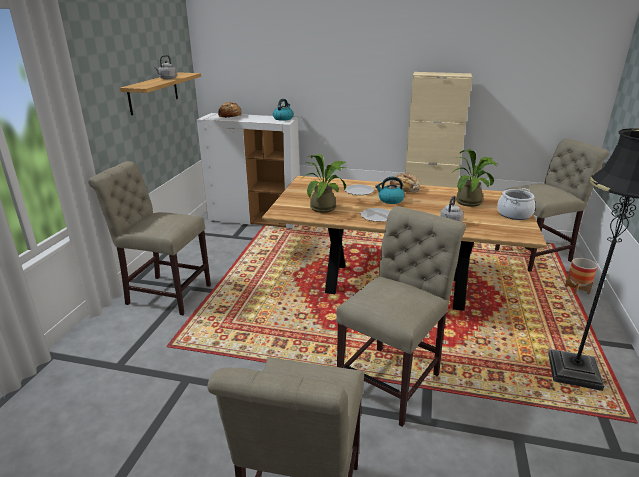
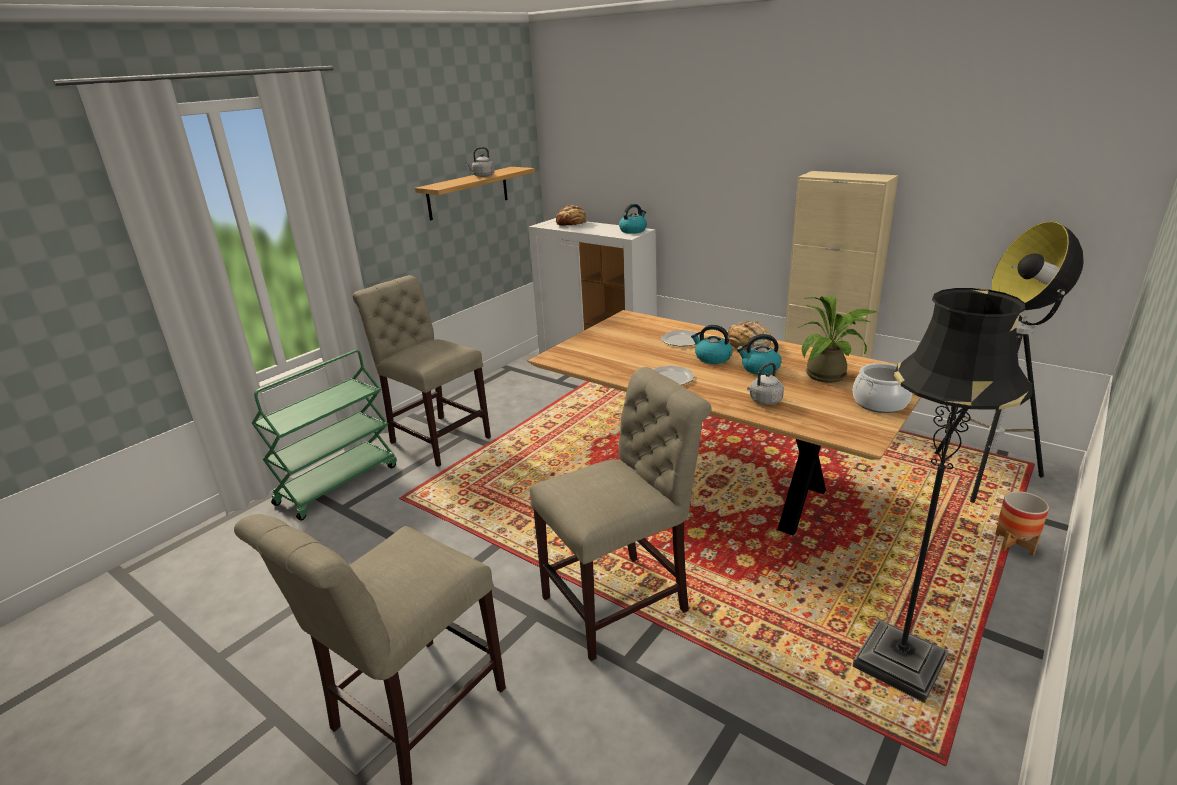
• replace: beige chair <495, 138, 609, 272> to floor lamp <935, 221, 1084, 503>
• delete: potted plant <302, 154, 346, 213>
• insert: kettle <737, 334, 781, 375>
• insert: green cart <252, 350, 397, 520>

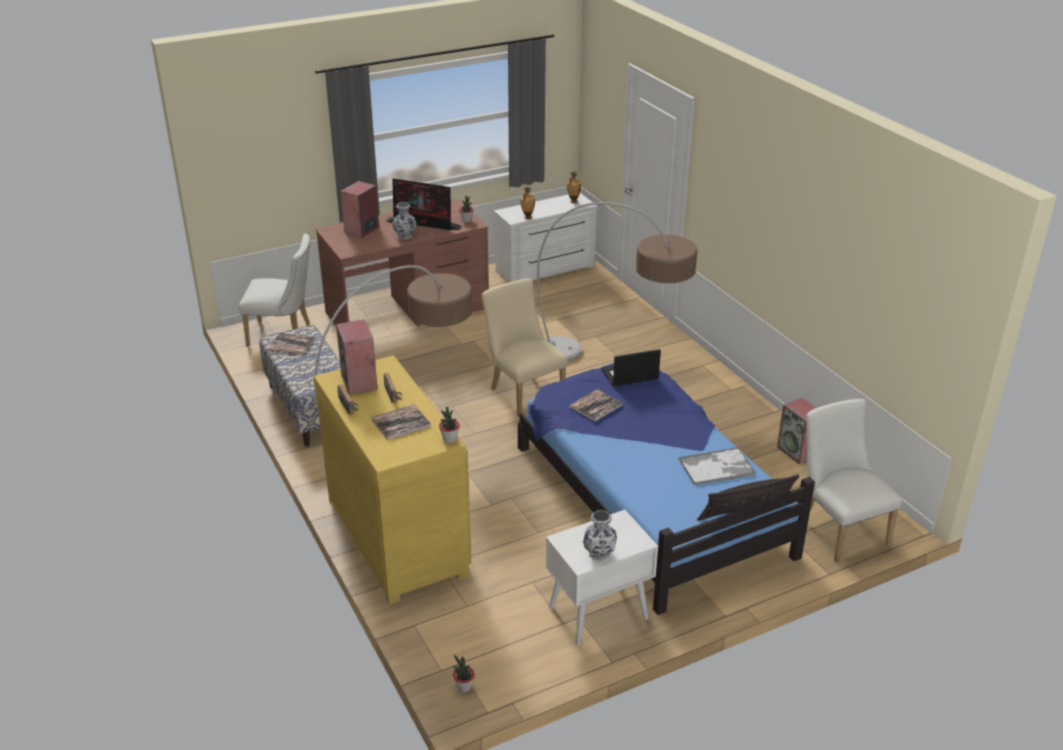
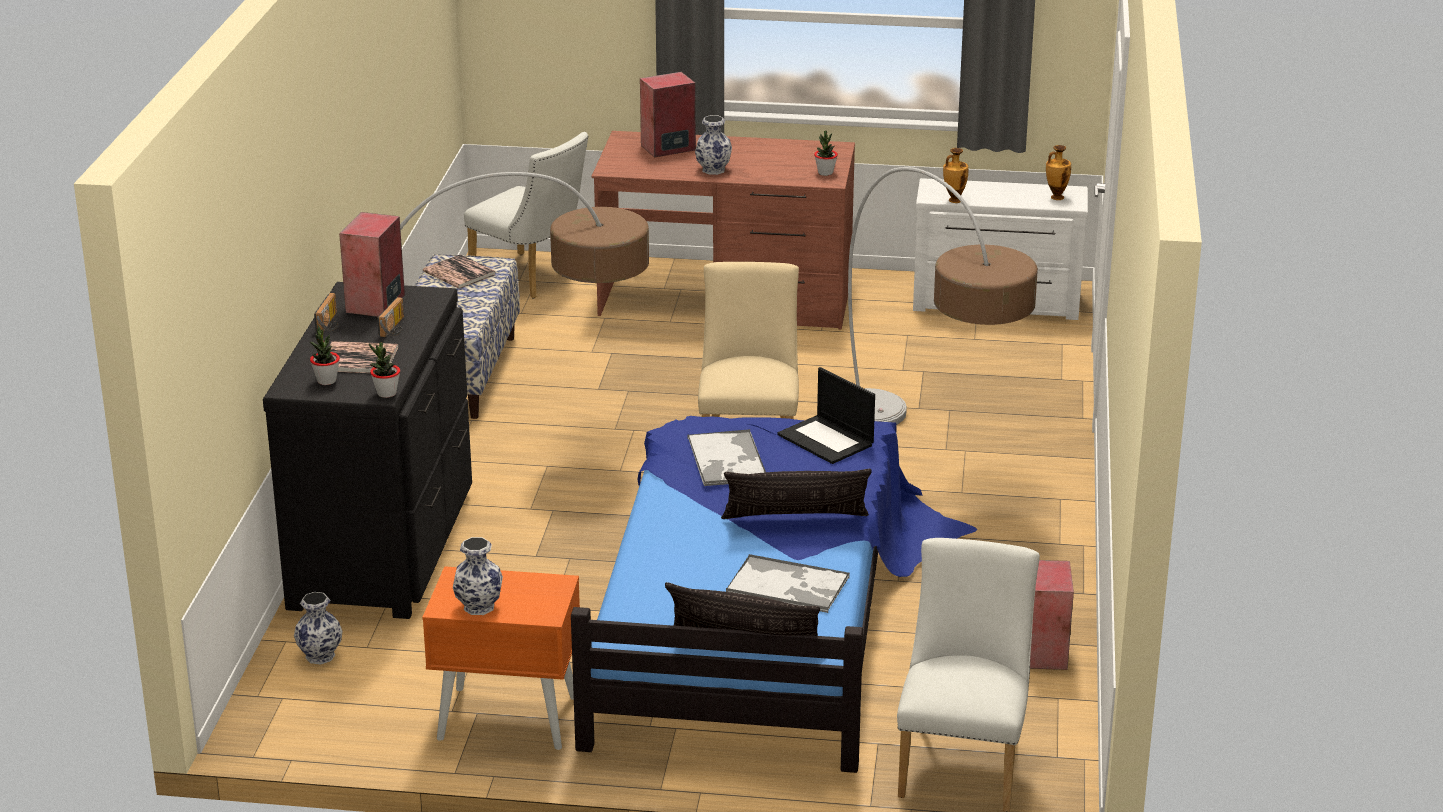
• delete: monitor <386, 178, 462, 230>
• rotate: laptop <601, 349, 661, 386> = <777, 367, 875, 464> 150 degrees counterclockwise
• recolor: yellow dresser <313, 355, 471, 604> to black dresser <263, 282, 472, 619>
• replace: book <569, 389, 622, 422> to tray <687, 429, 766, 486>
• recolor: white nightstand <546, 510, 658, 646> to orange nightstand <422, 566, 580, 750>
• move: potted plant <453, 654, 475, 692> to <310, 325, 340, 385>
• insert: pillow <721, 469, 872, 519>
• insert: vase <294, 592, 343, 665>

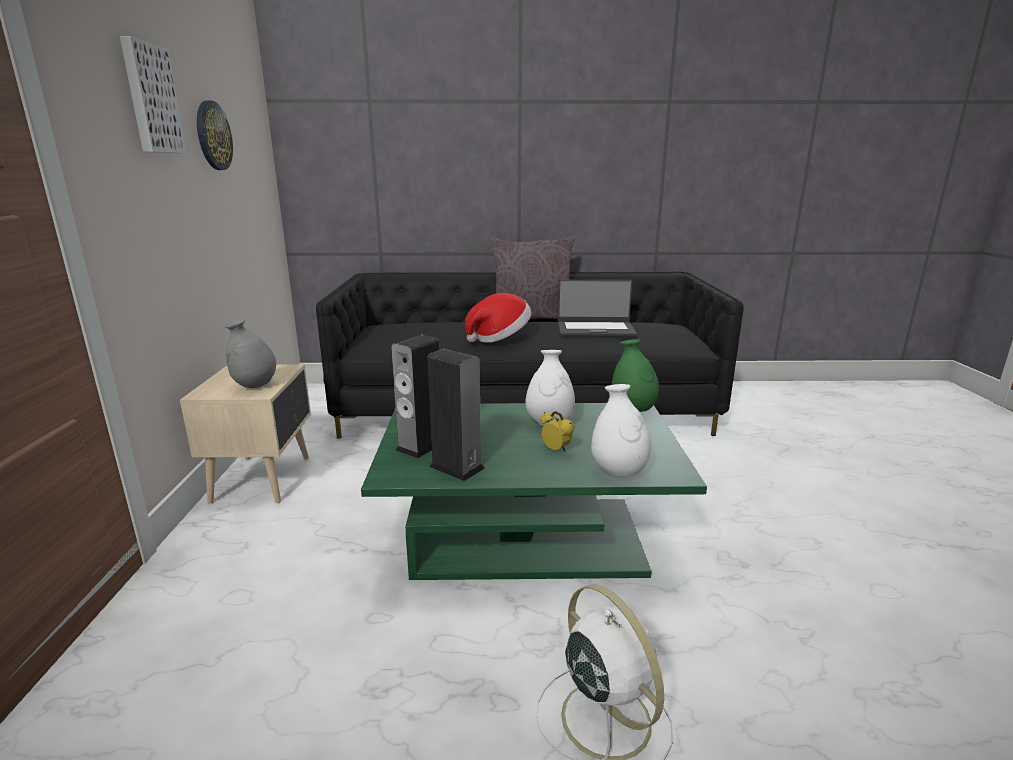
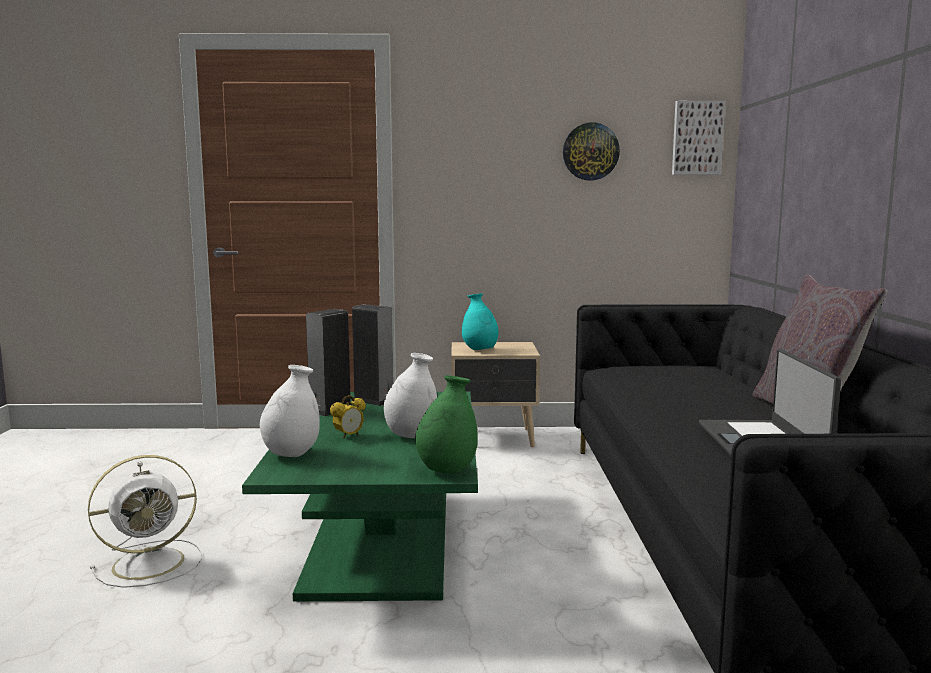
• move: picture <120, 36, 187, 153> to <672, 101, 725, 175>
• delete: hat <465, 293, 532, 343>
• recolor: grey vase <224, 319, 276, 388> to turquoise vase <462, 293, 498, 350>

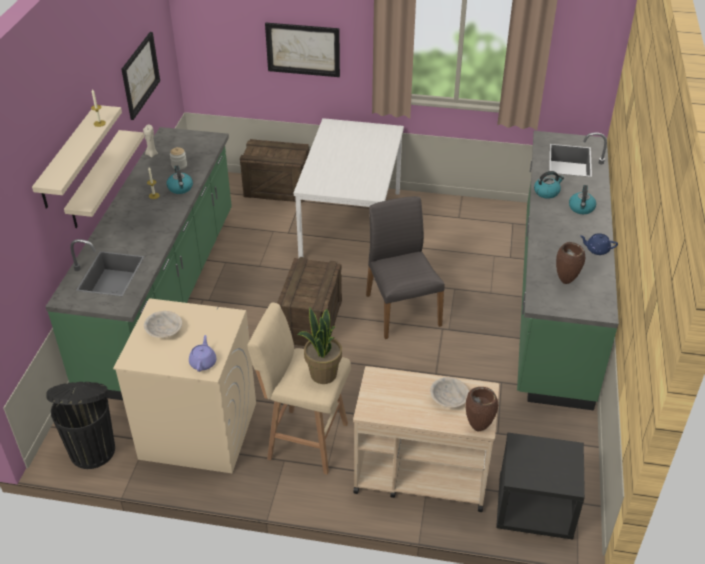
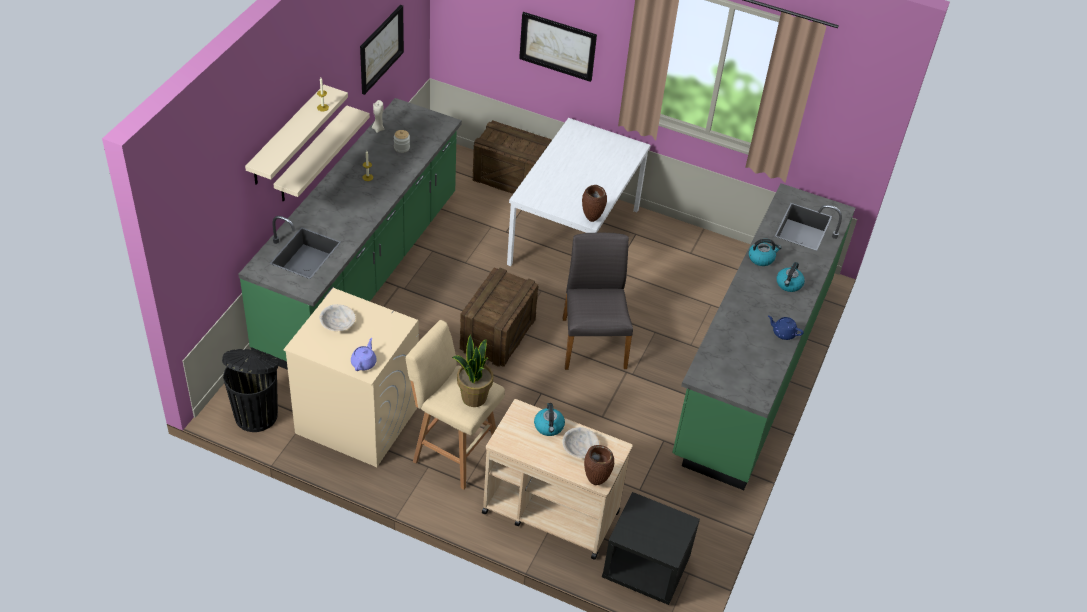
• move: kettle <167, 165, 193, 194> to <534, 403, 565, 436>
• move: brown vase <556, 242, 585, 284> to <582, 185, 607, 222>

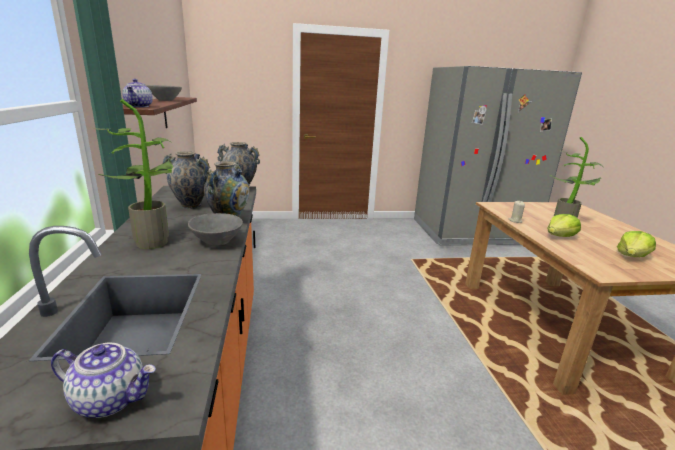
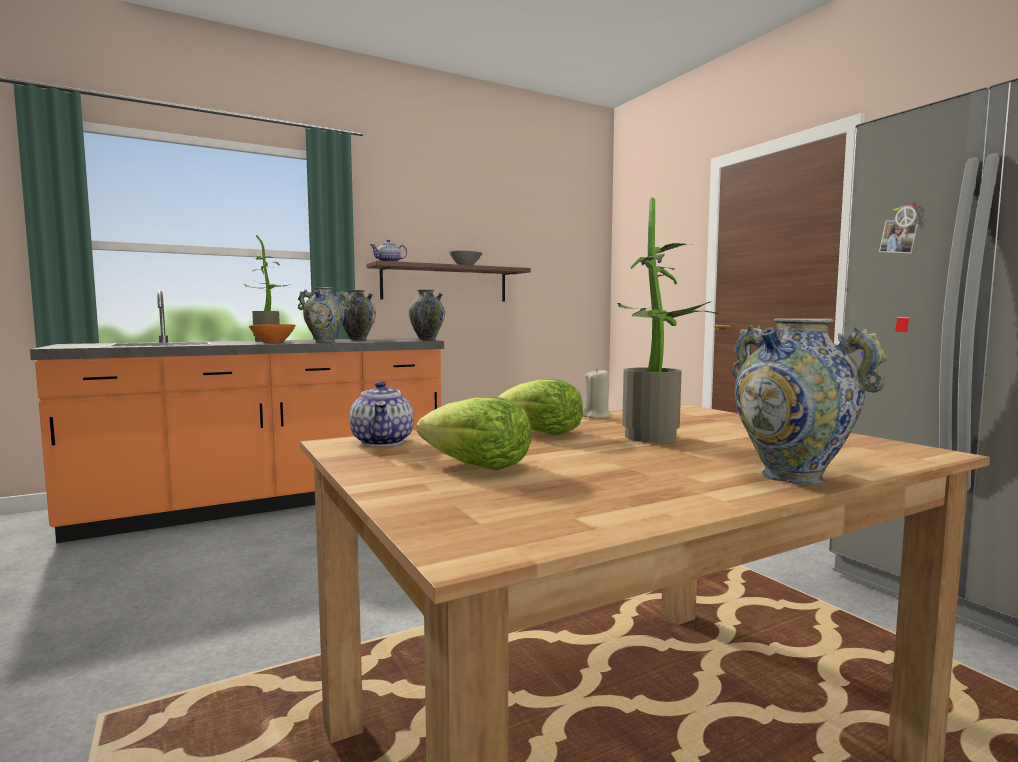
• recolor: grey bowl <188, 213, 243, 246> to orange bowl <249, 324, 295, 343>
• move: teapot <51, 343, 156, 418> to <350, 381, 414, 446>
• insert: vase <732, 318, 887, 485>

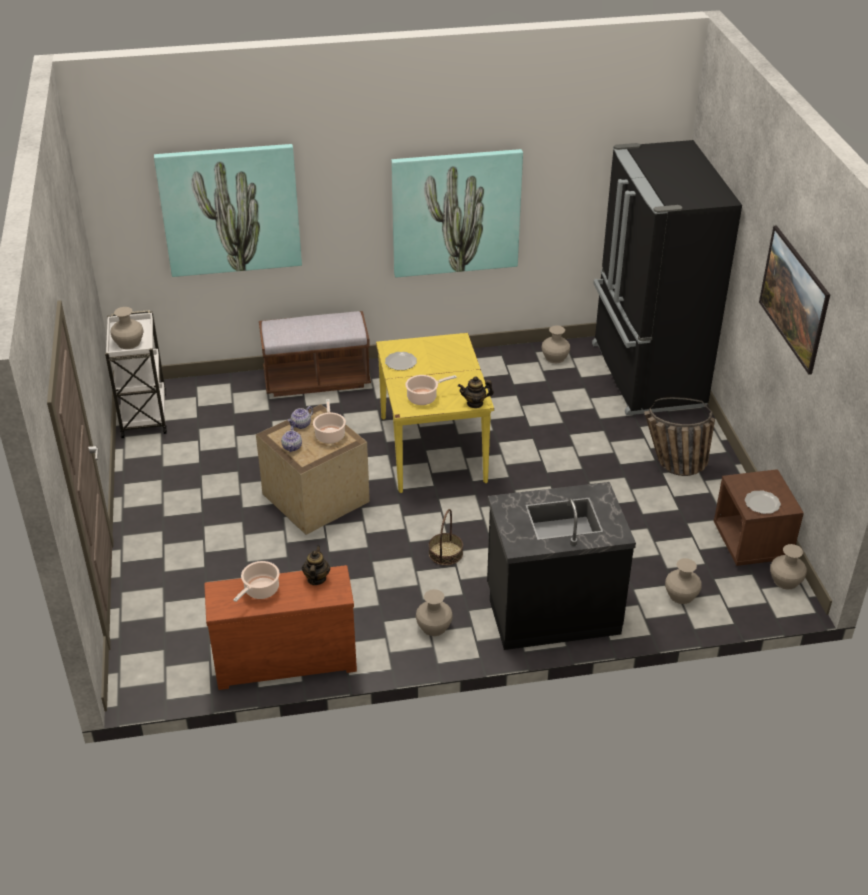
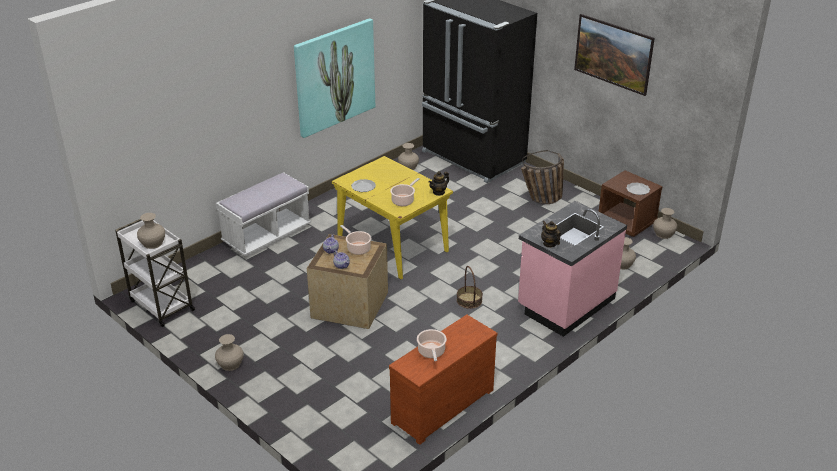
• delete: picture <154, 144, 302, 277>
• recolor: brown bench <259, 311, 371, 397> to white bench <216, 172, 311, 257>
• recolor: black counter <487, 482, 636, 650> to pink counter <518, 201, 627, 337>
• move: teapot <302, 546, 330, 585> to <541, 221, 561, 248>
• move: beige vase <416, 589, 453, 636> to <215, 334, 244, 371>

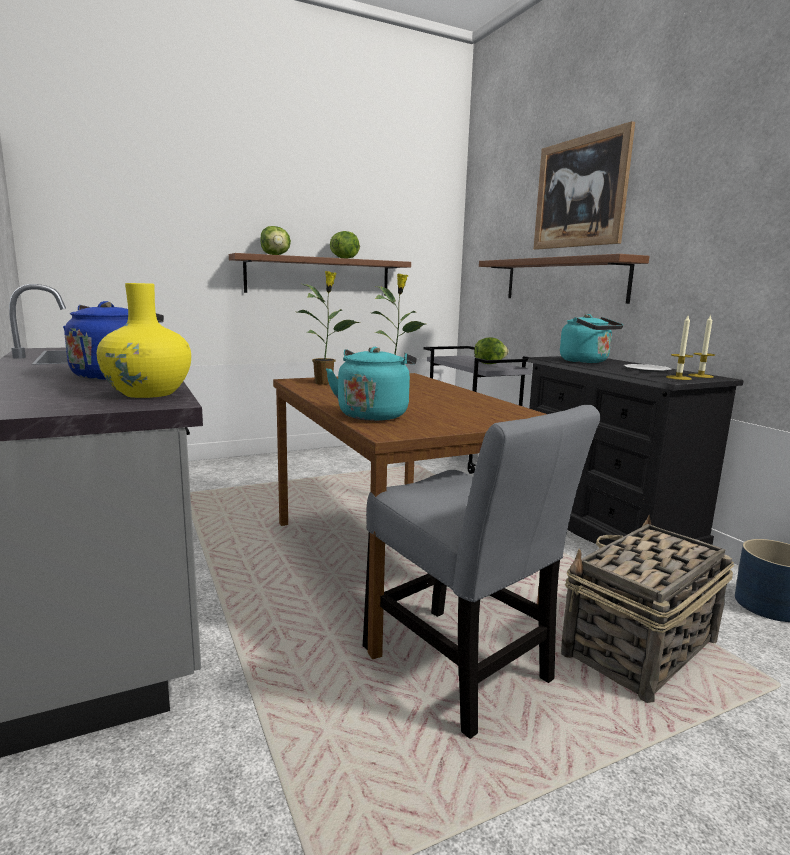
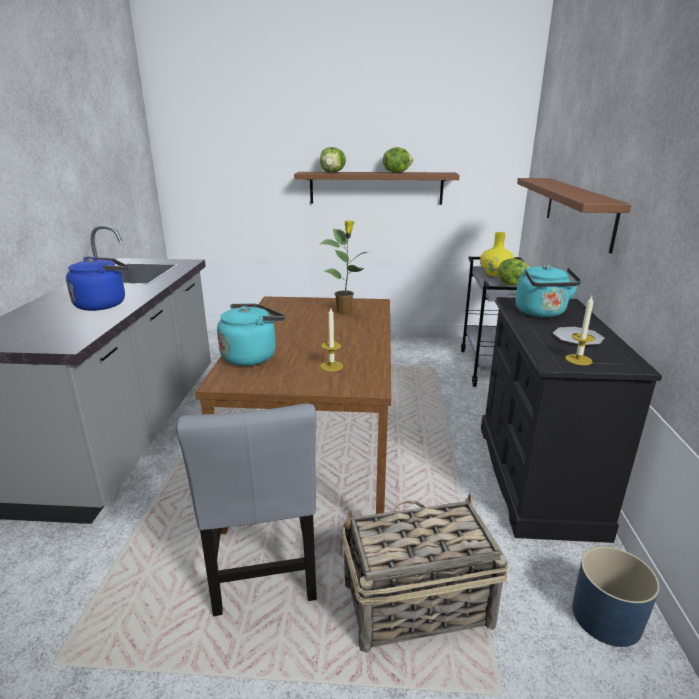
• delete: picture <534, 121, 635, 250>
• delete: potted plant <297, 271, 360, 385>
• move: yellow vase <97, 283, 191, 398> to <480, 232, 514, 277>
• move: candle <688, 314, 715, 378> to <320, 308, 343, 372>

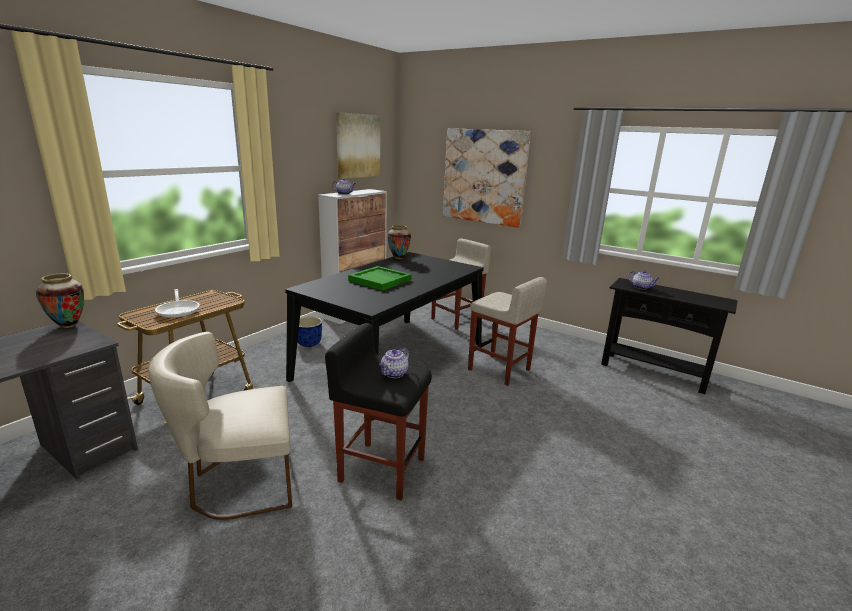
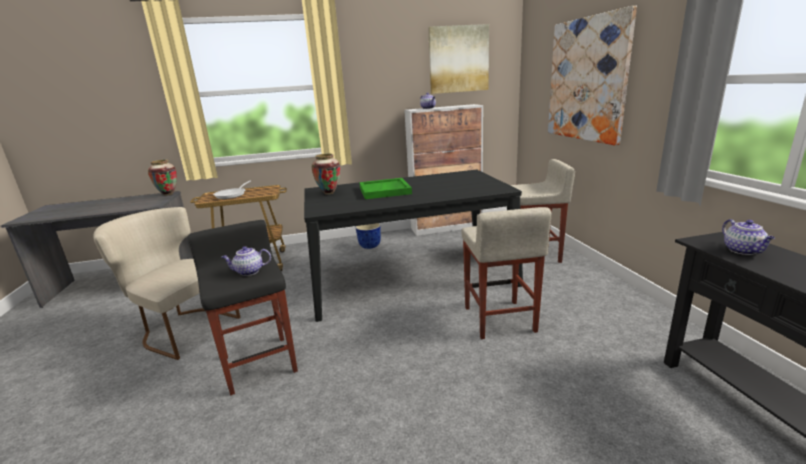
• move: vase <387, 225, 411, 259> to <312, 154, 340, 195>

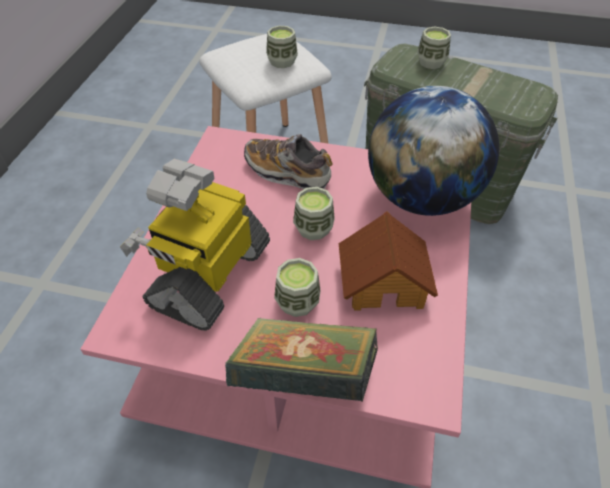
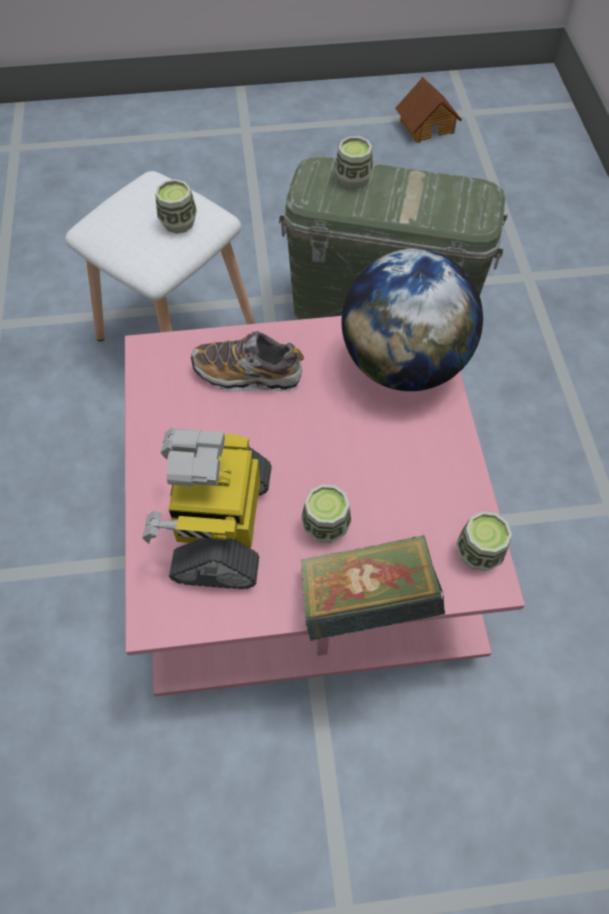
• move: cup <293, 187, 335, 240> to <456, 511, 512, 571>
• move: toy house <339, 211, 438, 311> to <395, 77, 462, 143>

